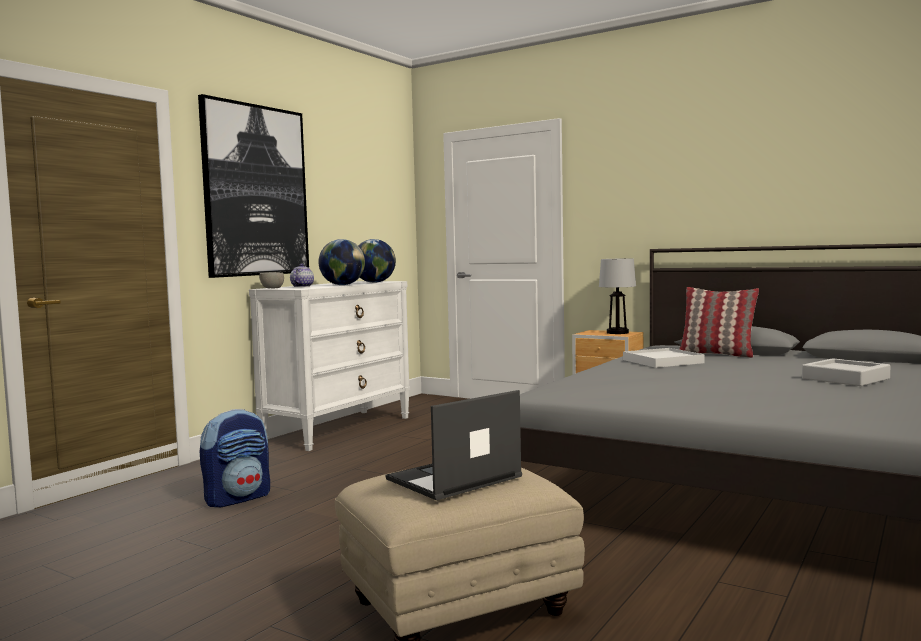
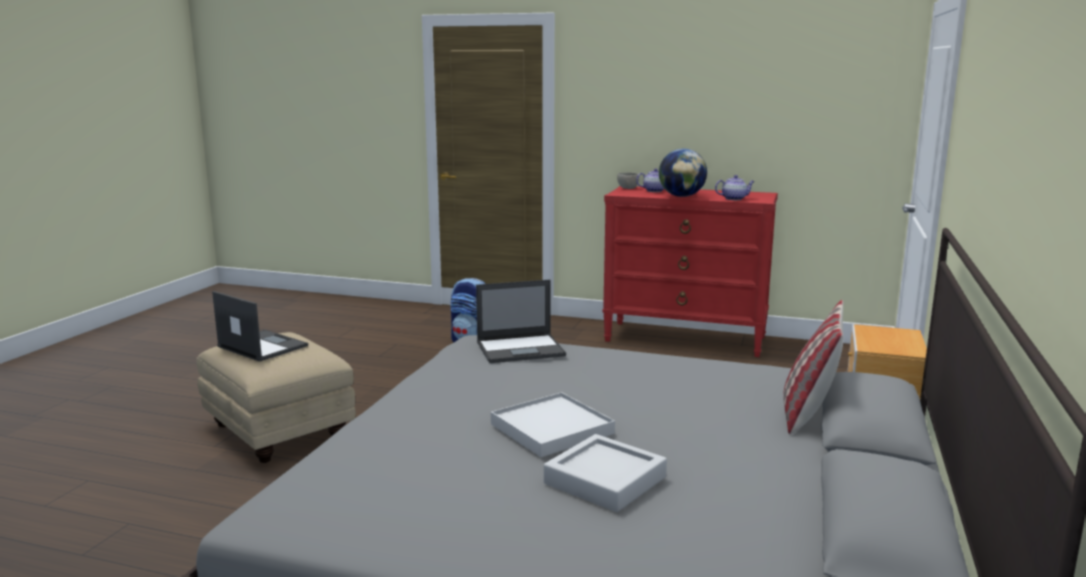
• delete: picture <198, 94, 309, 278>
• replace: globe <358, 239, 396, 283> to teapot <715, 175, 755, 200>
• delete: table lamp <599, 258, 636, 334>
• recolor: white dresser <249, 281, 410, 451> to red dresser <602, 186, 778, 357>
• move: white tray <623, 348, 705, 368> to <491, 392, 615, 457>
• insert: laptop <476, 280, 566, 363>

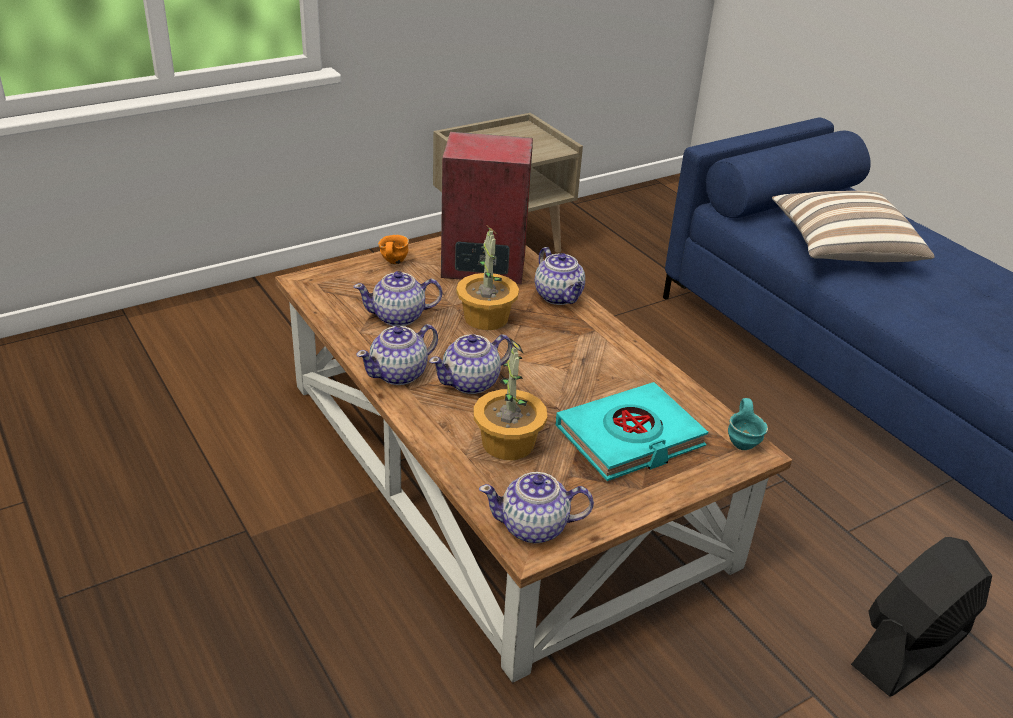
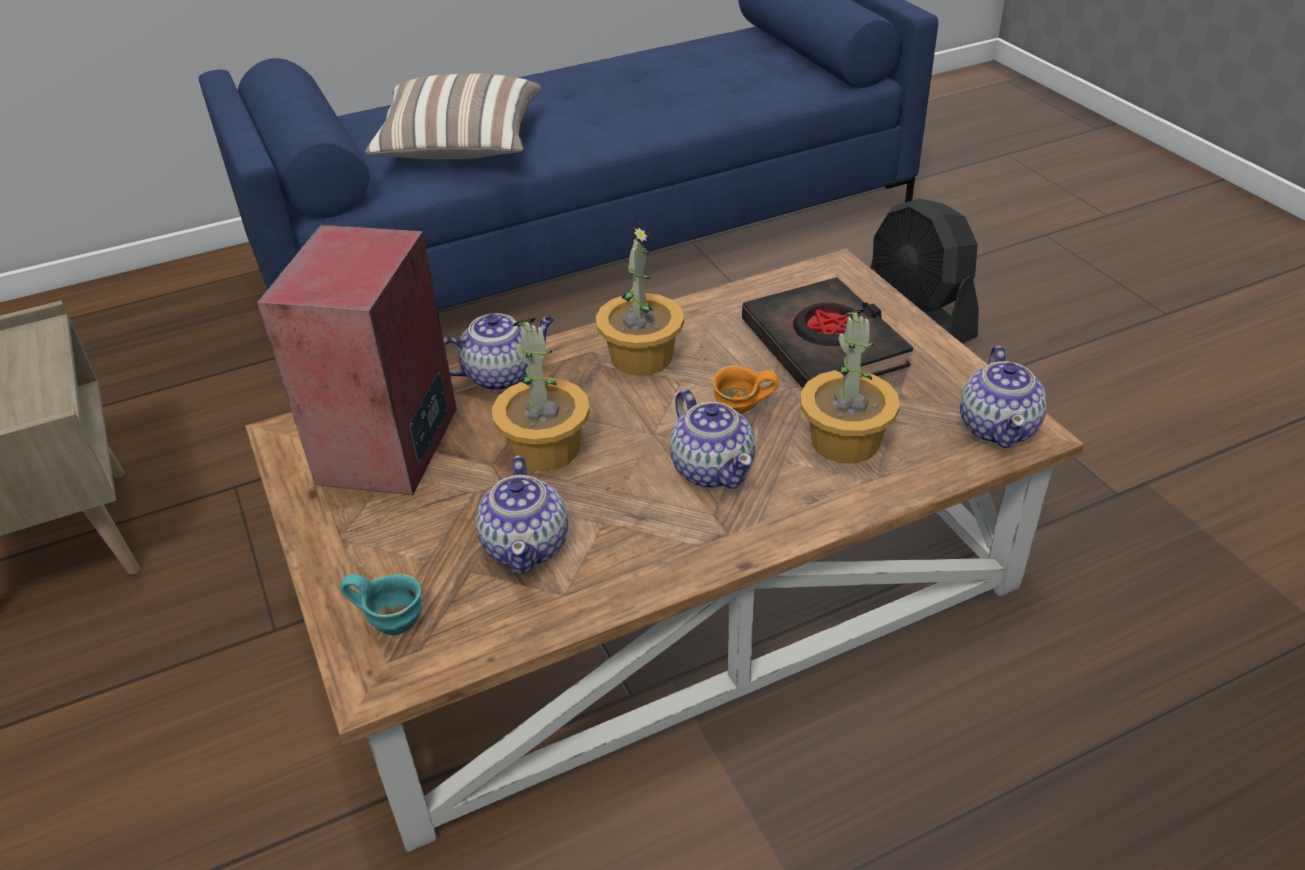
• move: orange mug <378, 235, 409, 264> to <712, 365, 779, 414>
• delete: teapot <356, 324, 438, 385>
• recolor: turquoise book <555, 382, 708, 481> to black book <742, 277, 913, 388>
• move: turquoise mug <728, 398, 768, 450> to <340, 574, 422, 635>
• insert: potted plant <596, 223, 684, 376>

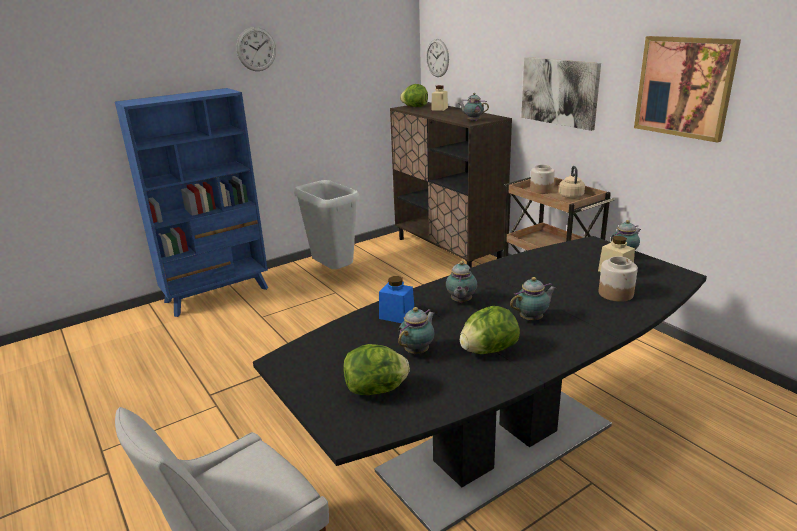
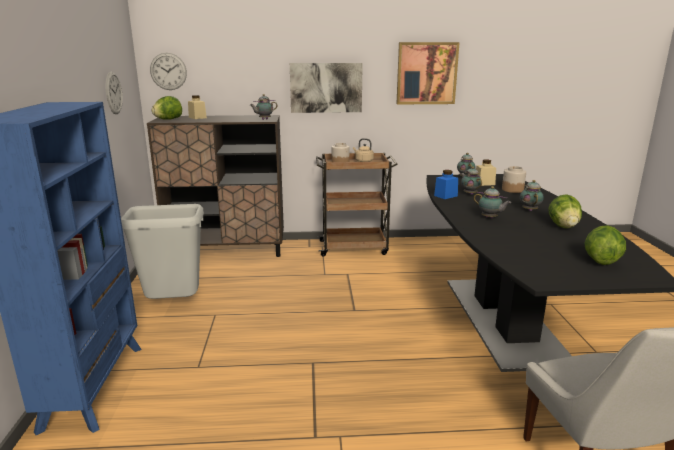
• move: wall clock <236, 27, 276, 71> to <106, 71, 123, 114>
• move: blue jar <379, 276, 414, 323> to <434, 170, 458, 199>
• move: teapot <398, 307, 435, 354> to <461, 166, 482, 195>

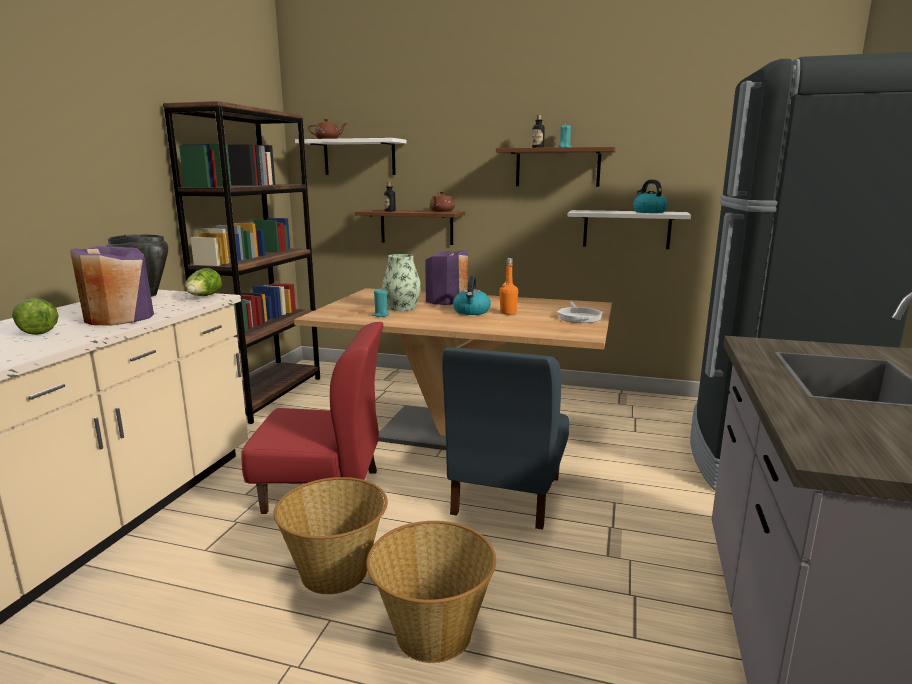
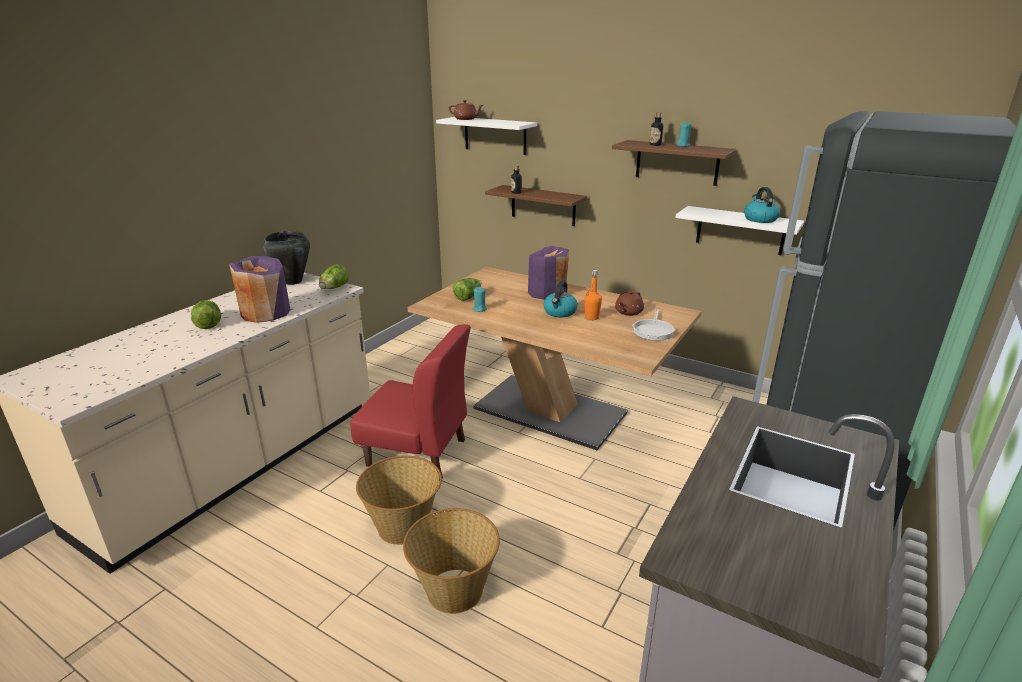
• delete: brown bookcase <162, 101, 320, 424>
• move: brown teapot <430, 191, 455, 212> to <615, 291, 644, 316>
• delete: vase <382, 254, 421, 311>
• delete: blue chair <442, 347, 569, 530>
• insert: lettuce <453, 278, 481, 301>

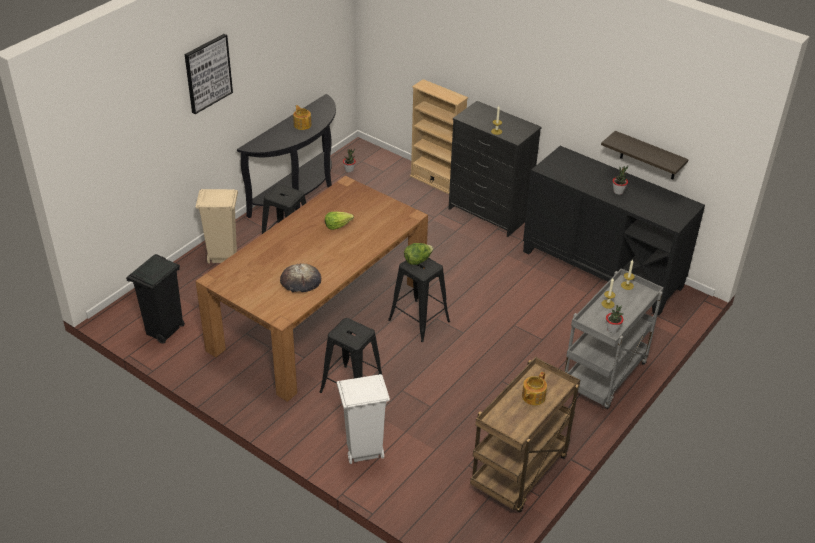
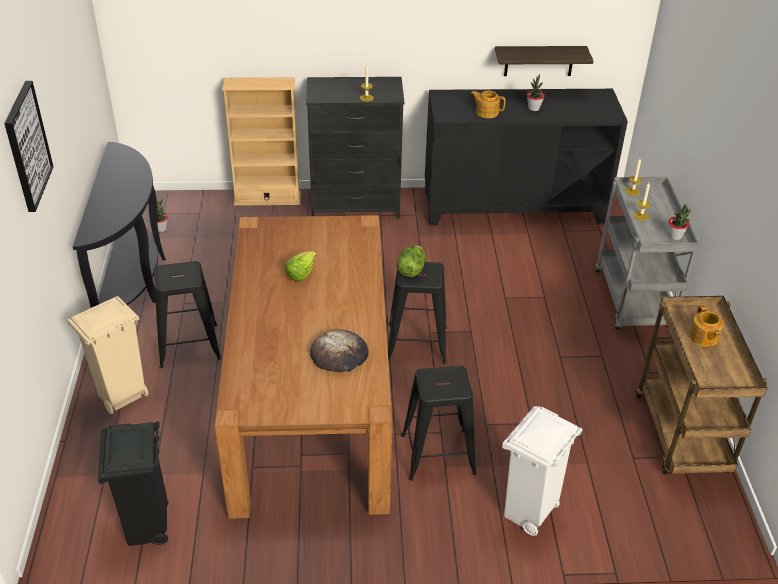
• move: teapot <293, 105, 312, 130> to <471, 91, 506, 118>

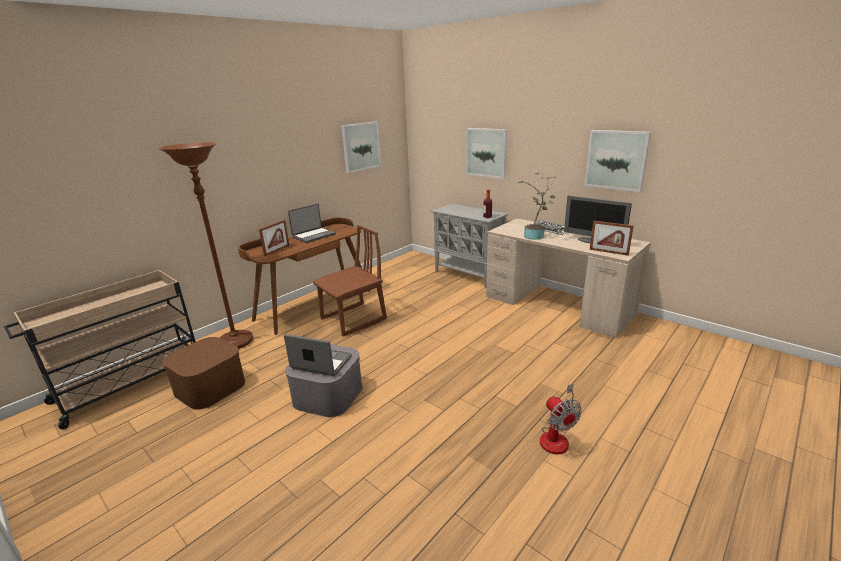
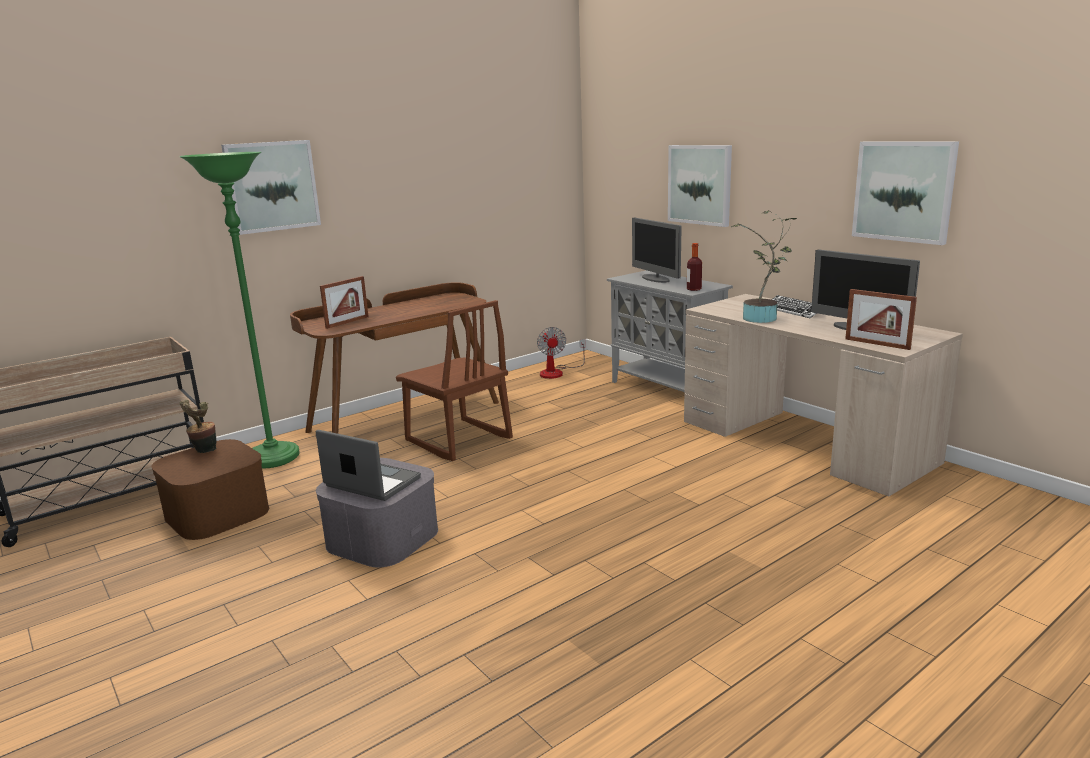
• move: picture <341, 122, 381, 173> to <221, 140, 321, 235>
• recolor: brown floor lamp <158, 142, 253, 349> to green floor lamp <180, 152, 300, 468>
• delete: laptop <288, 204, 336, 243>
• rotate: brown chair <313, 225, 387, 336> = <396, 300, 513, 461> 75 degrees clockwise
• move: fan <540, 384, 582, 454> to <537, 327, 586, 379>
• insert: monitor <632, 217, 682, 283>
• insert: potted plant <179, 399, 216, 453>

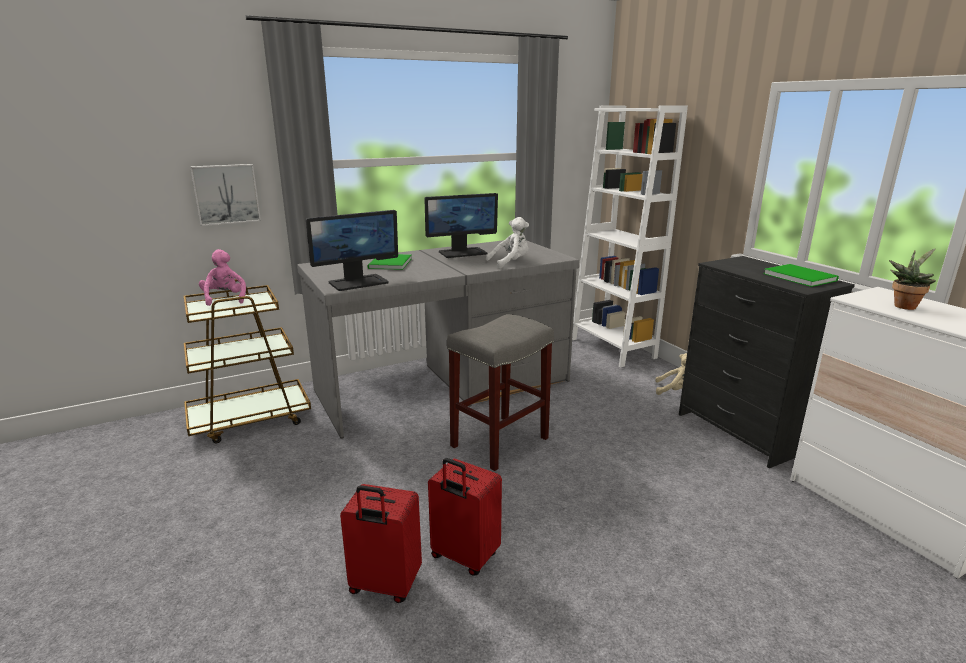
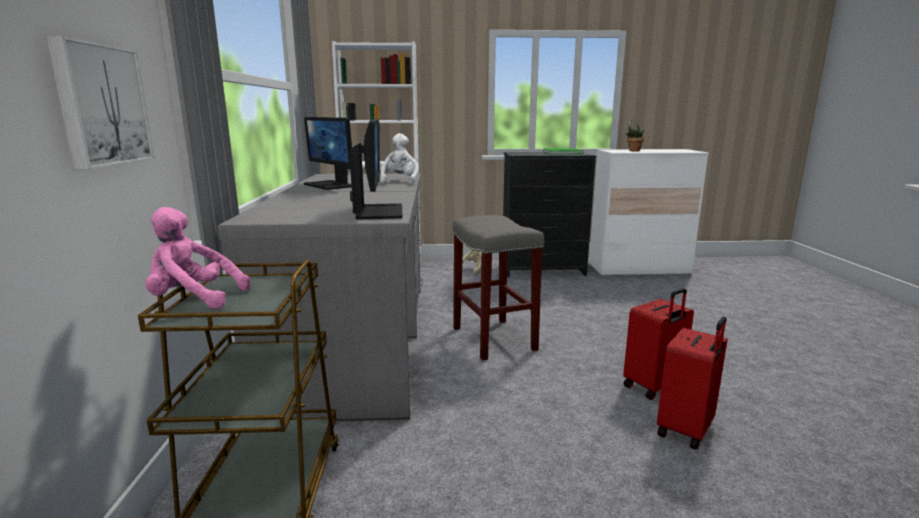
• rotate: monitor <424, 193, 498, 258> = <304, 117, 352, 190> 135 degrees clockwise
• delete: green book <367, 254, 412, 270>

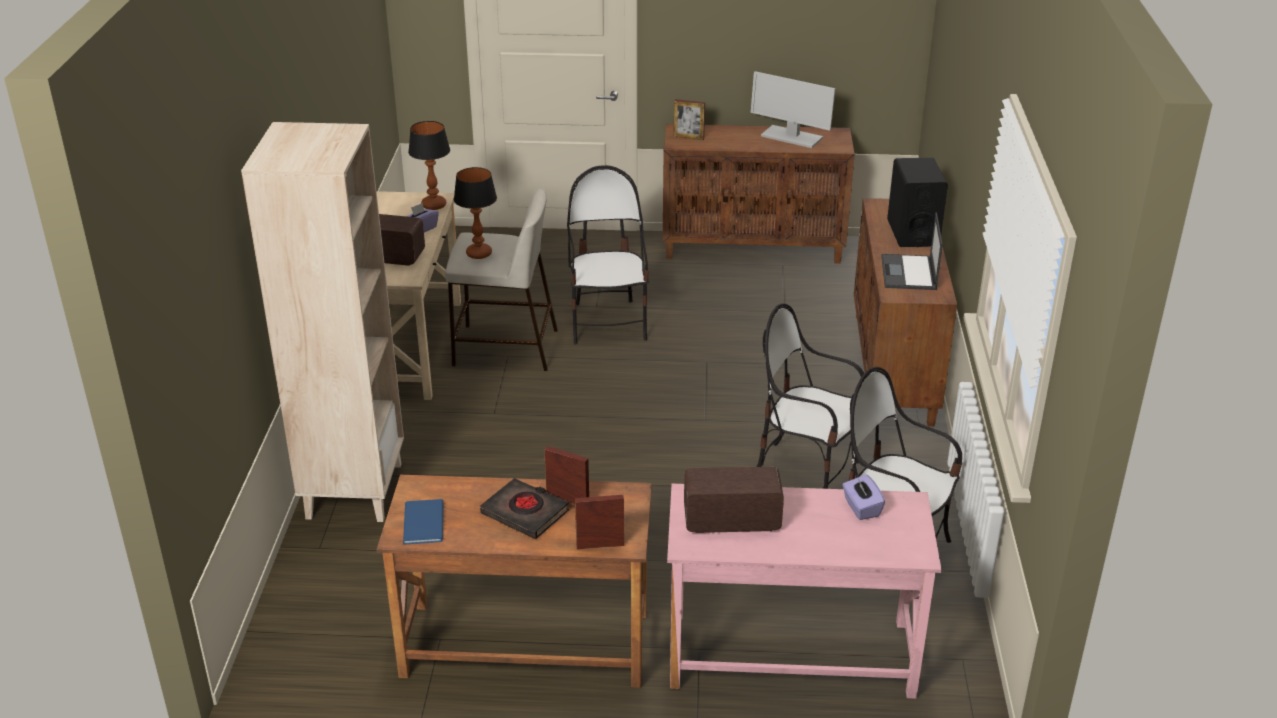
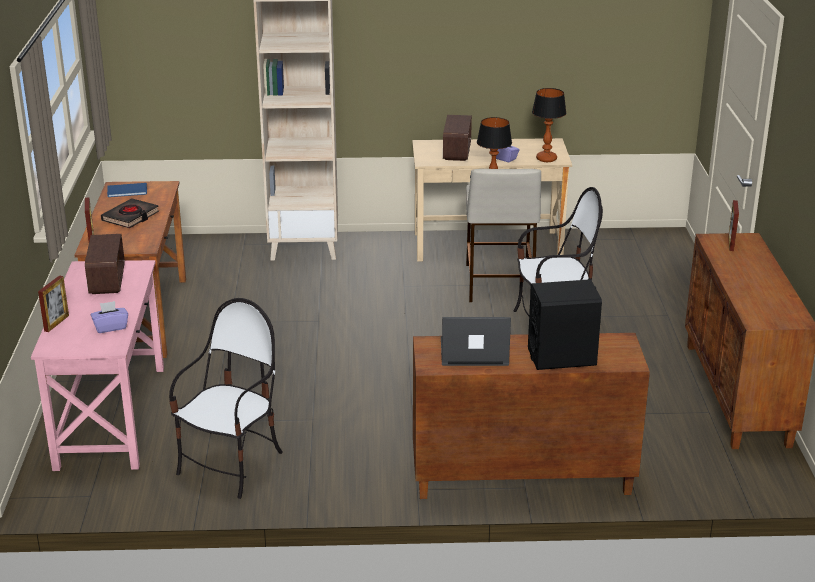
• delete: monitor <751, 71, 836, 148>
• delete: chair <757, 303, 864, 489>
• move: picture frame <544, 446, 589, 504> to <38, 276, 69, 332>

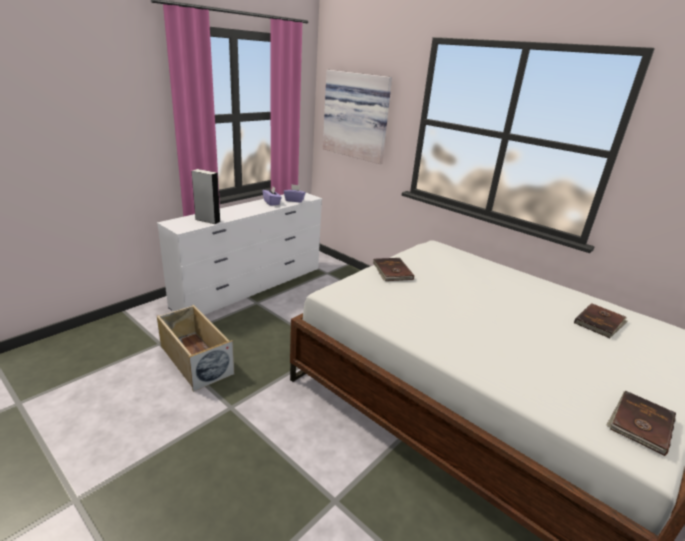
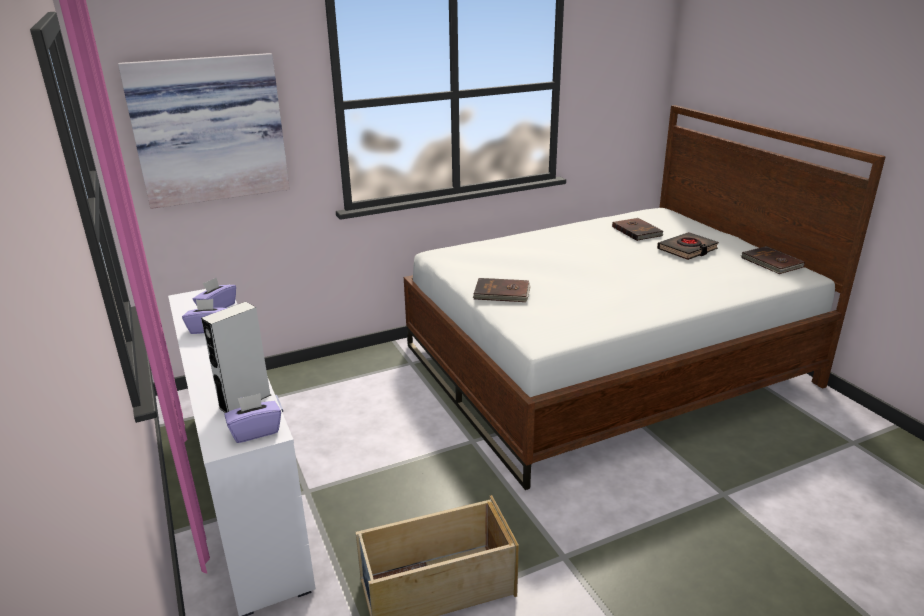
• insert: black book <657, 232, 719, 260>
• insert: purple tissue box <225, 393, 281, 443>

